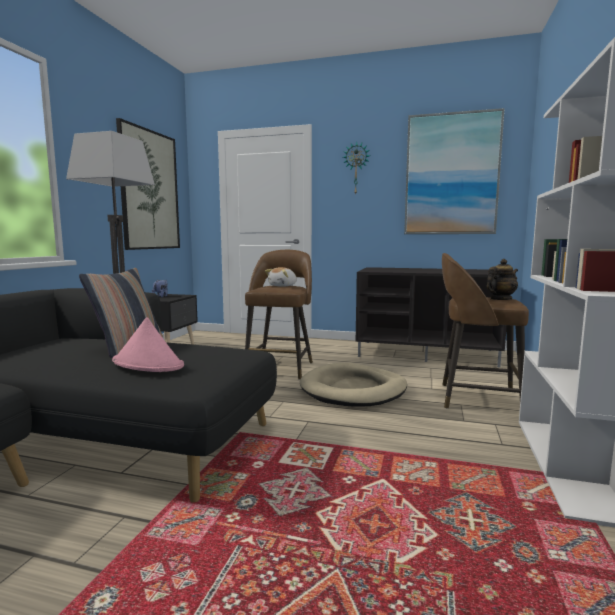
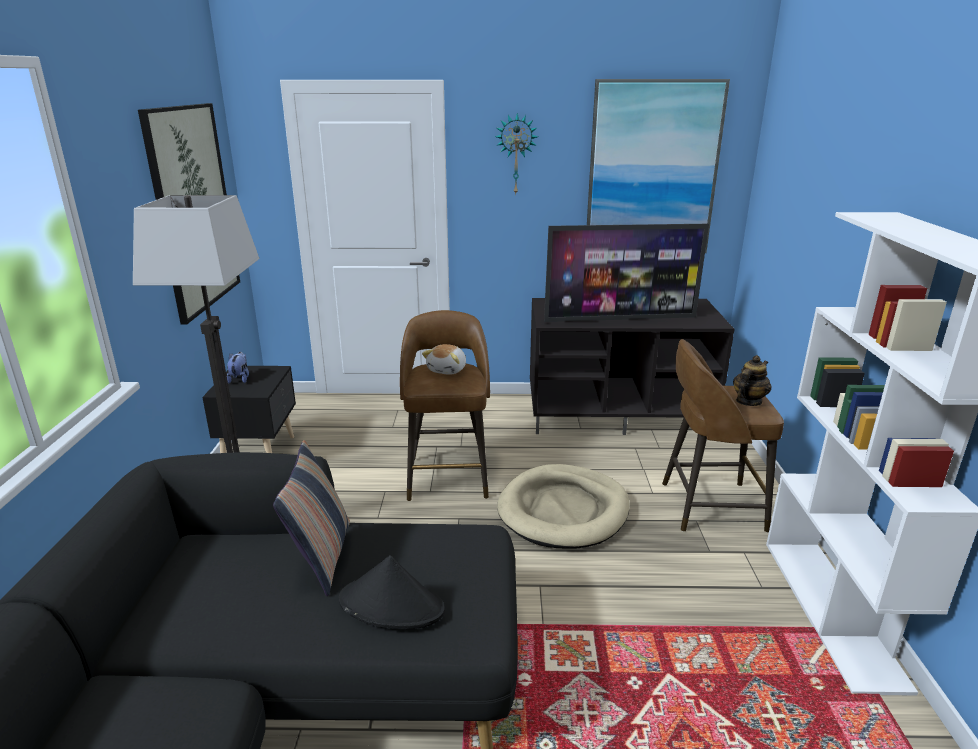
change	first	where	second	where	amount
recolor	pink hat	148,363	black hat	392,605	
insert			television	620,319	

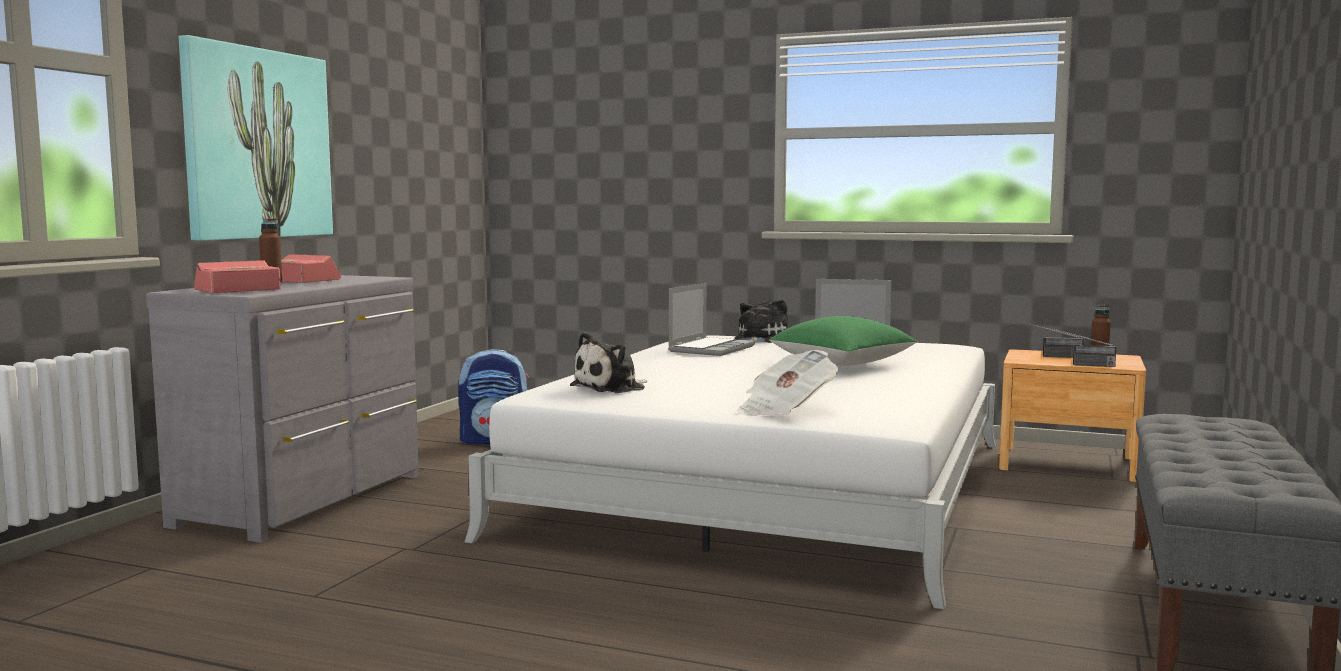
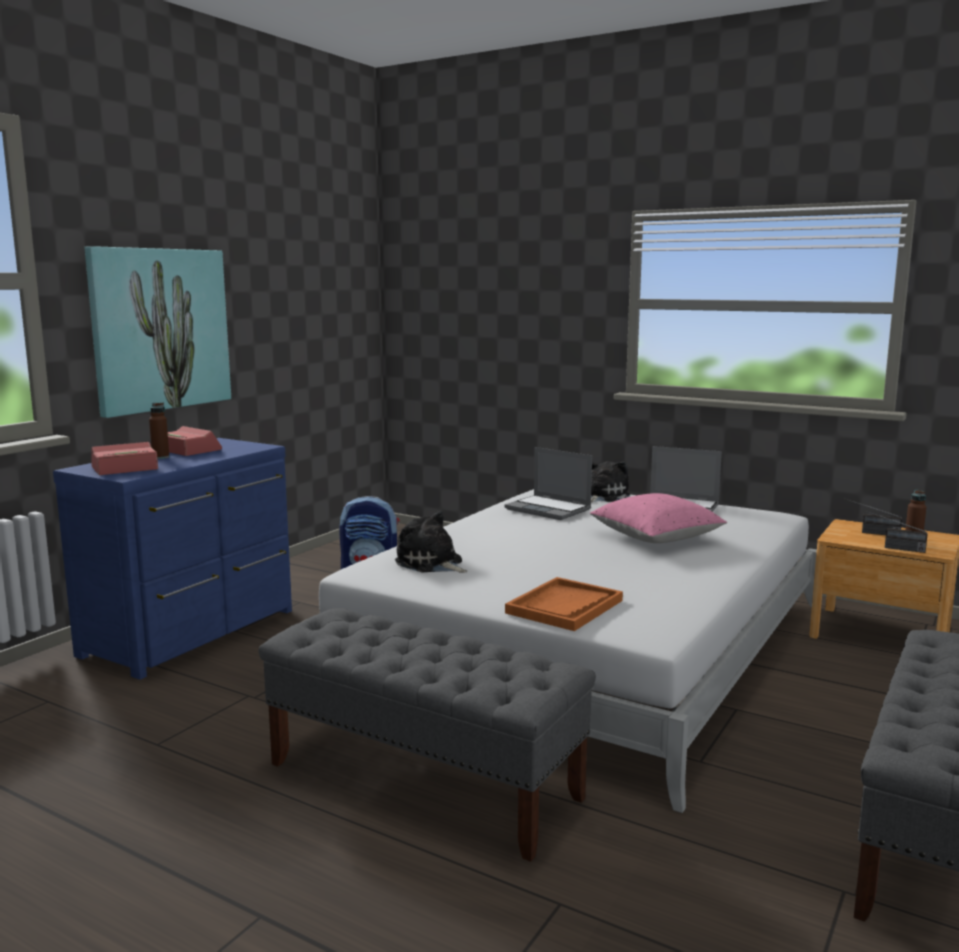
change	first	where	second	where	amount
recolor	grey dresser	308,499	blue dresser	195,633	
insert			grey bench	424,781	
rotate	plush toy	612,388		431,564	75 degrees clockwise
rotate	laptop	711,349		549,509	90 degrees clockwise
replace	newspaper	784,410	orange tray	564,607	
recolor	green pillow	842,364	pink pillow	656,538	

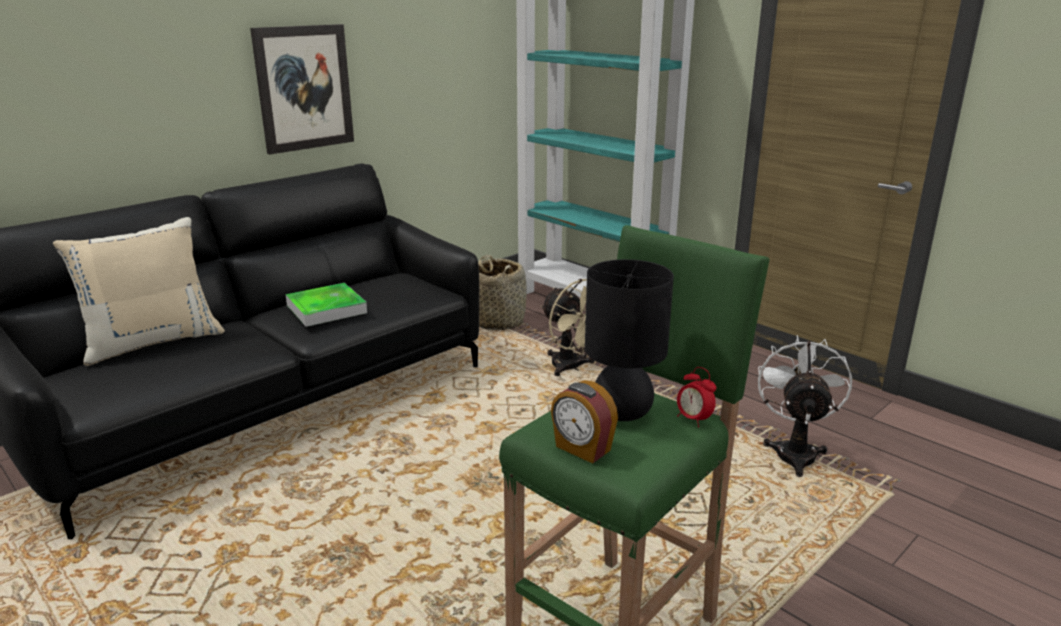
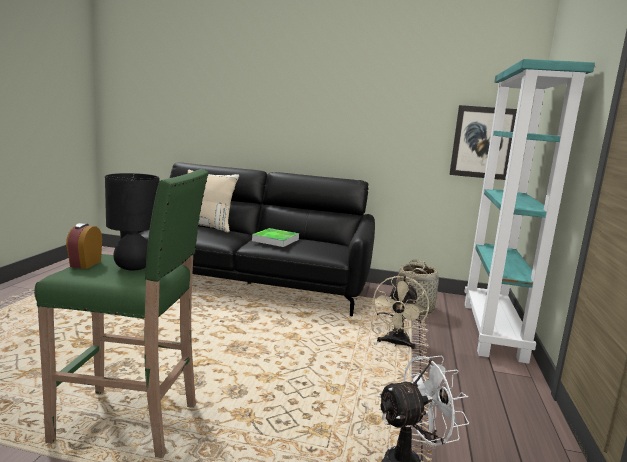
change	first	where	second	where	amount
move	picture	304,88		483,142	
delete	alarm clock	693,419			

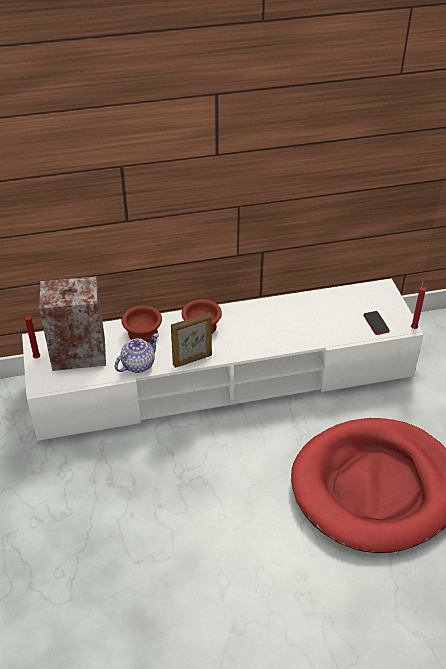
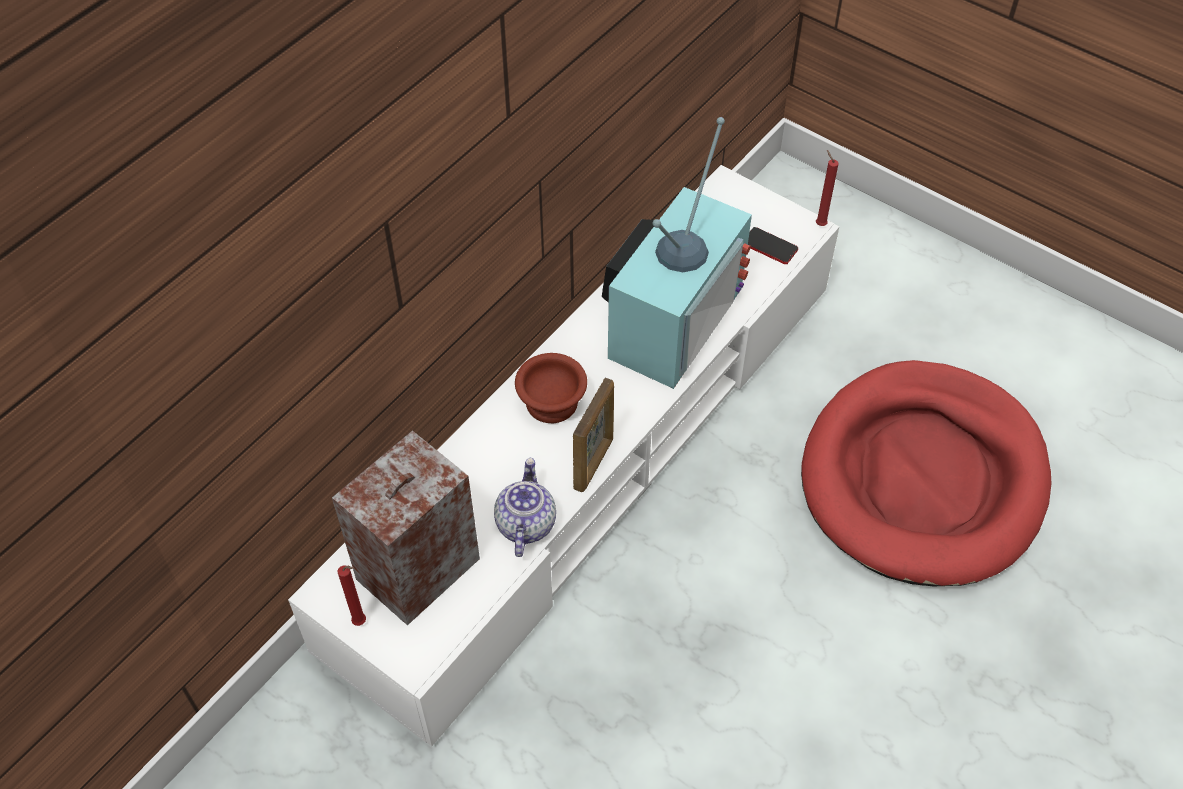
change	first	where	second	where	amount
insert			television	669,318	
delete	brown bowl	141,334			

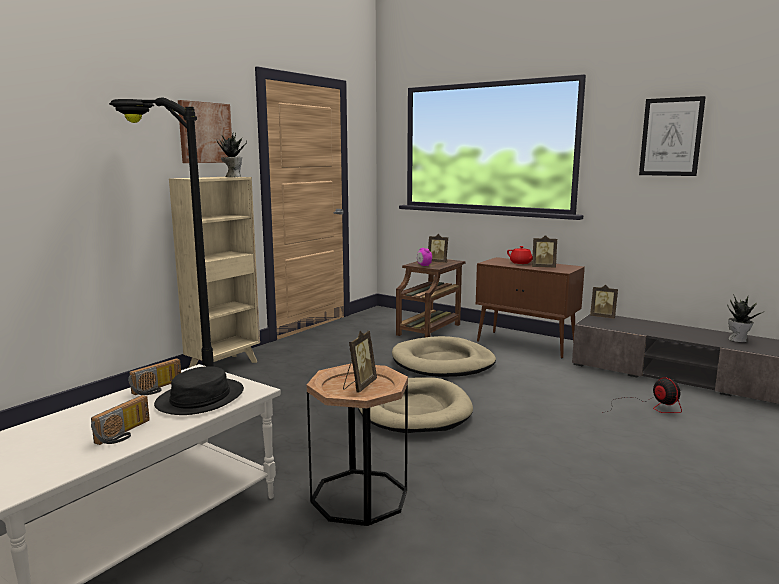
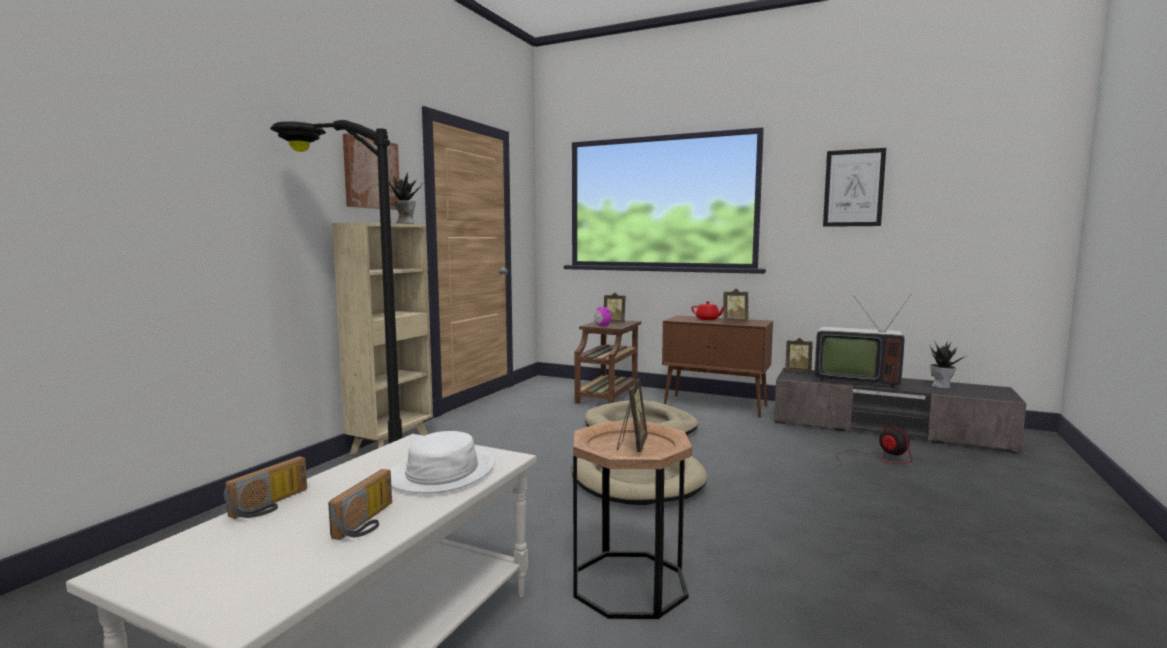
change	first	where	second	where	amount
move	radio	158,388		271,505	
recolor	black hat	200,398	white hat	442,472	
insert			television	855,381	

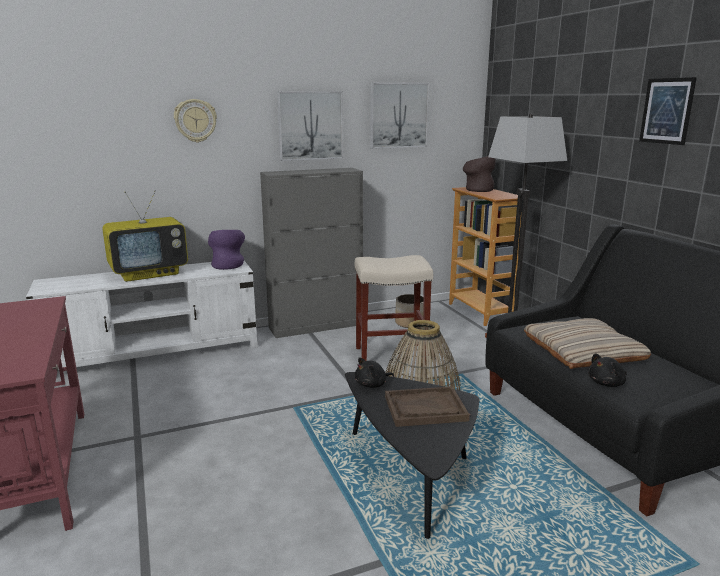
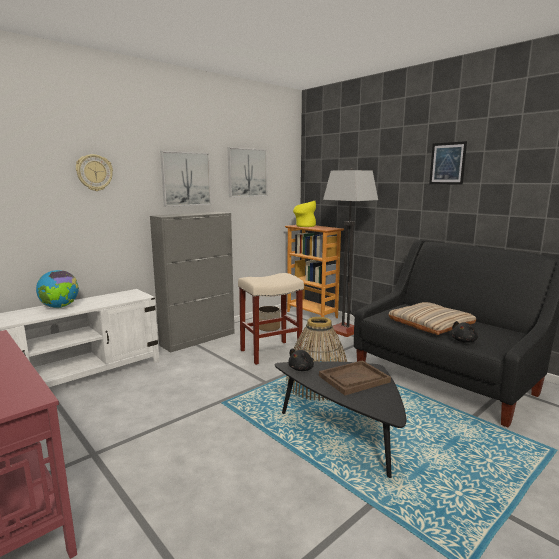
change	first	where	second	where	amount
replace	television	149,273	globe	60,307	
recolor	brown vase	477,190	yellow vase	304,226	
delete	purple vase	227,265			

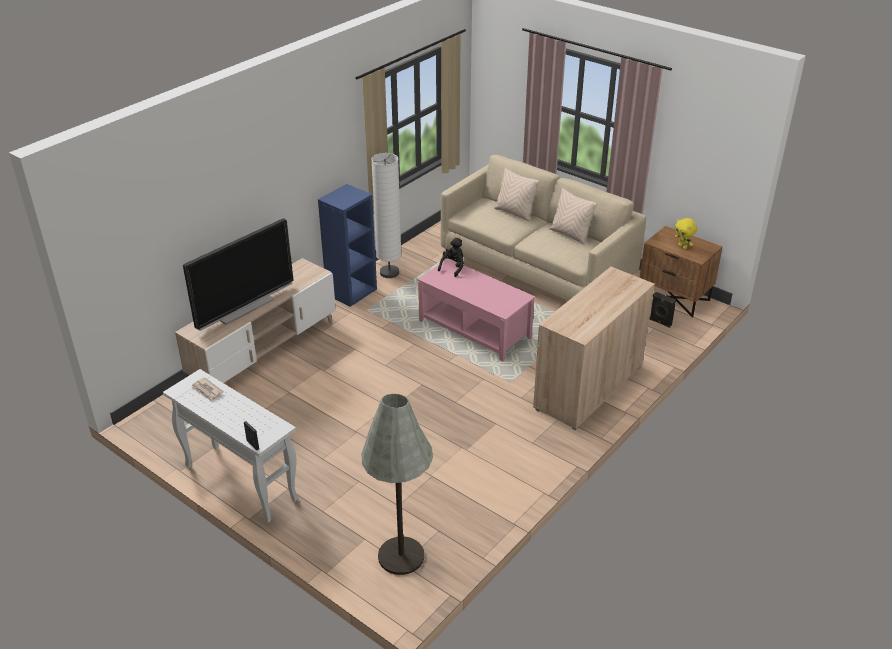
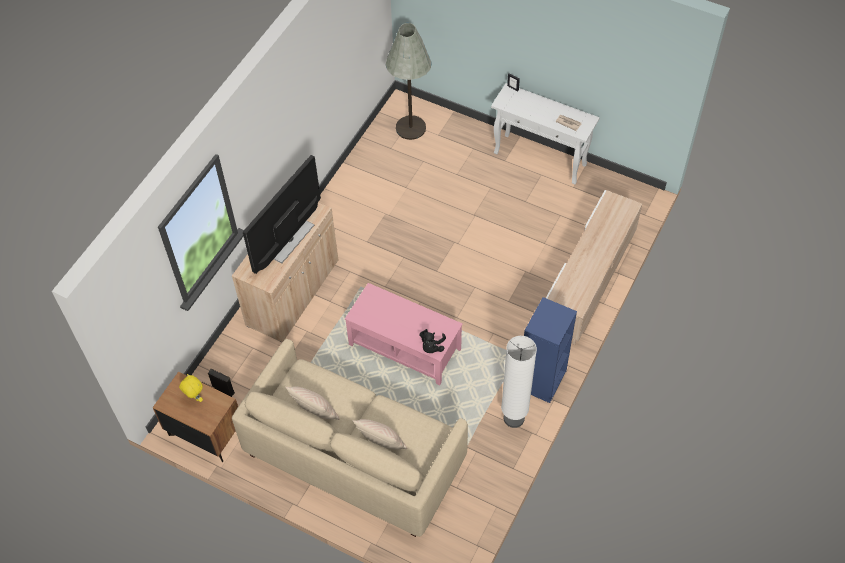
change	first	where	second	where	amount
move	television	244,308		290,240	

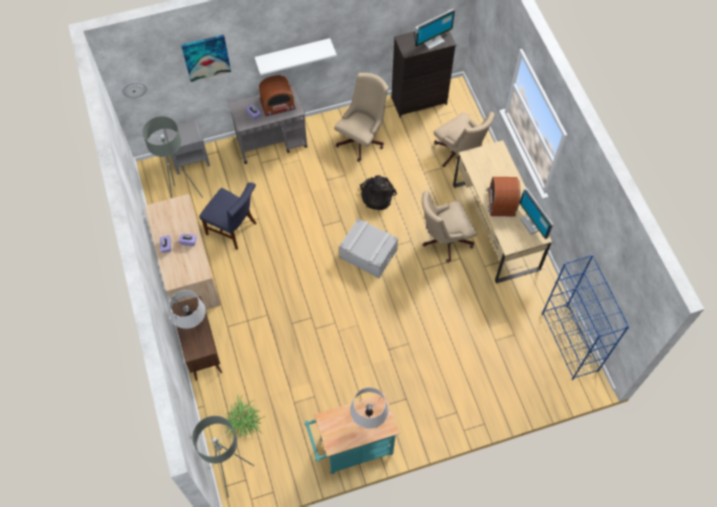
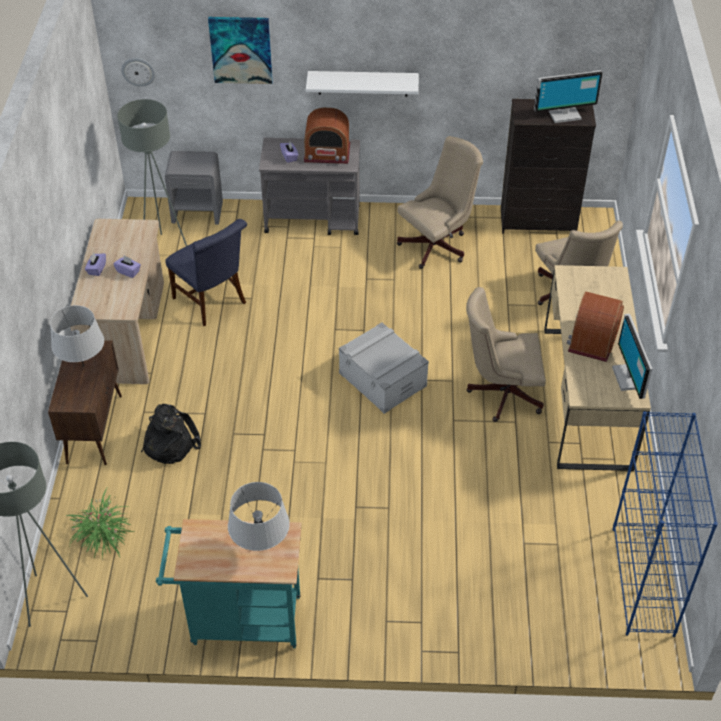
change	first	where	second	where	amount
move	black backpack	376,196		169,443	

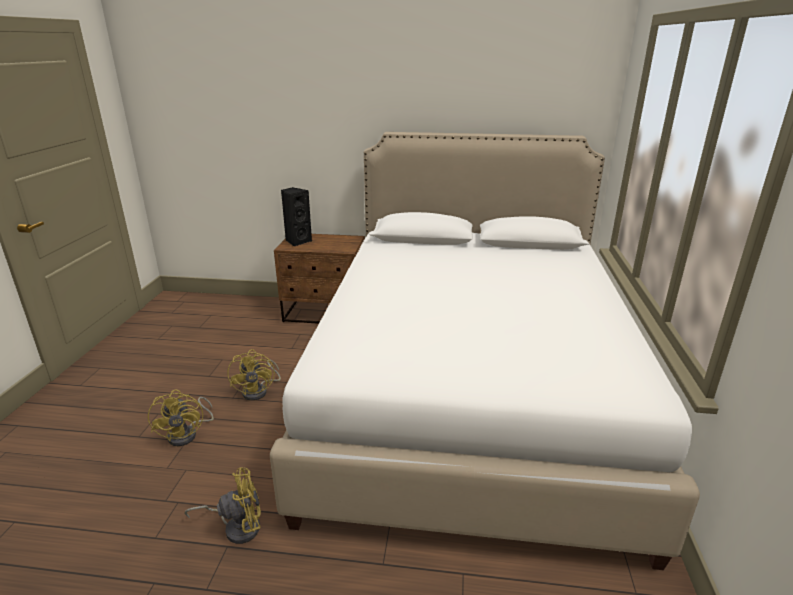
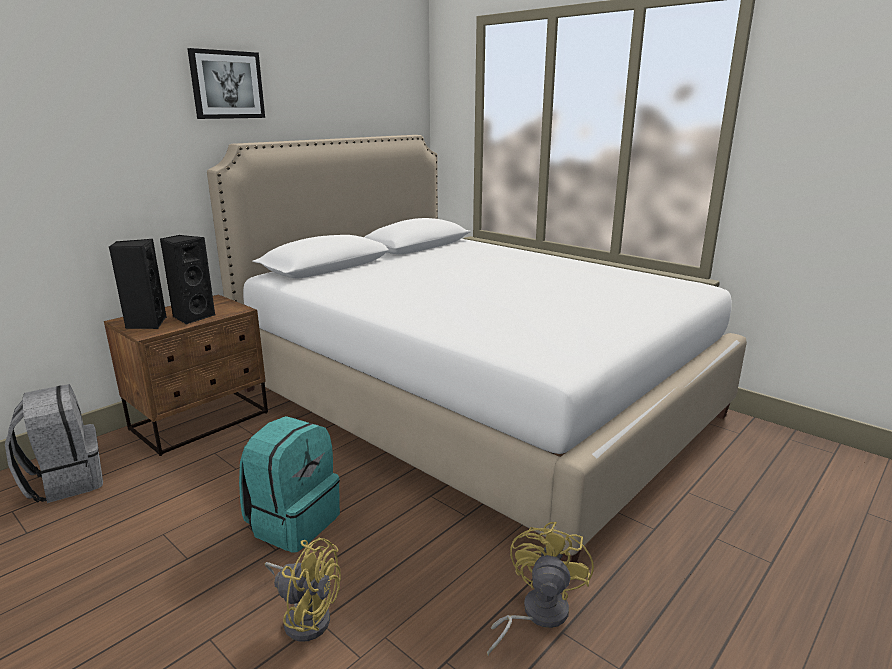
change	first	where	second	where	amount
insert			grey backpack	65,482	
insert			black speaker	192,317	
insert			picture	227,85	
replace	yellow fan	259,391	turquoise backpack	293,522	

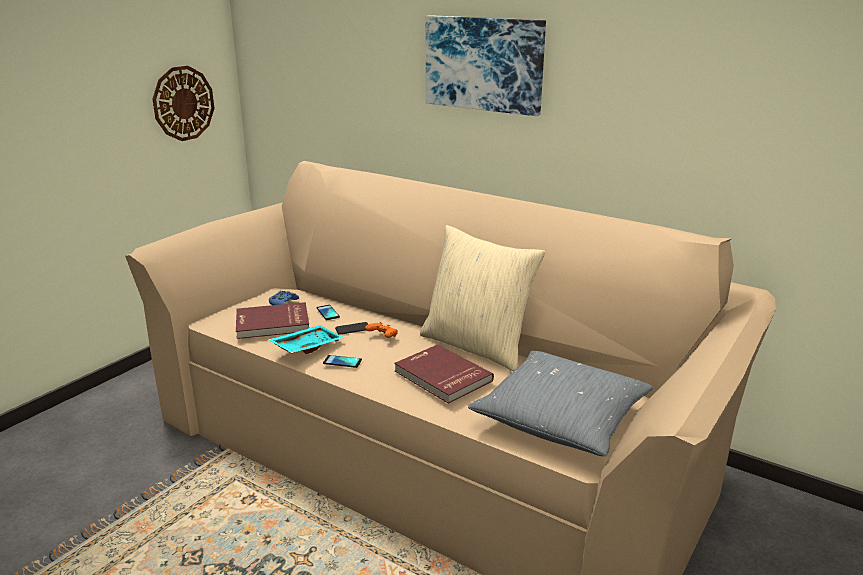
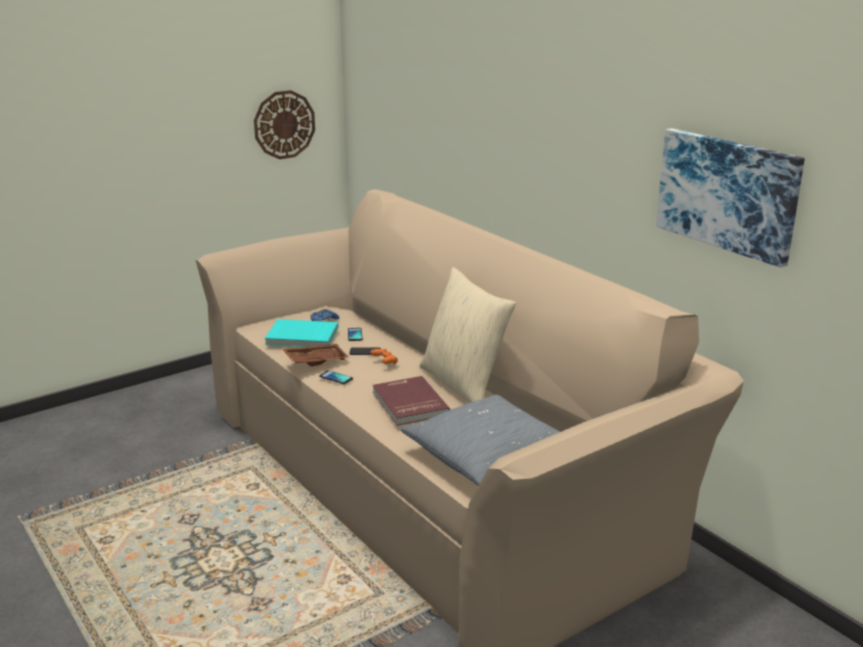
change	first	where	second	where	amount
recolor	red book	272,324	turquoise book	302,337	
recolor	turquoise tray	306,347	brown tray	315,360	
move	picture	484,64		728,194	

